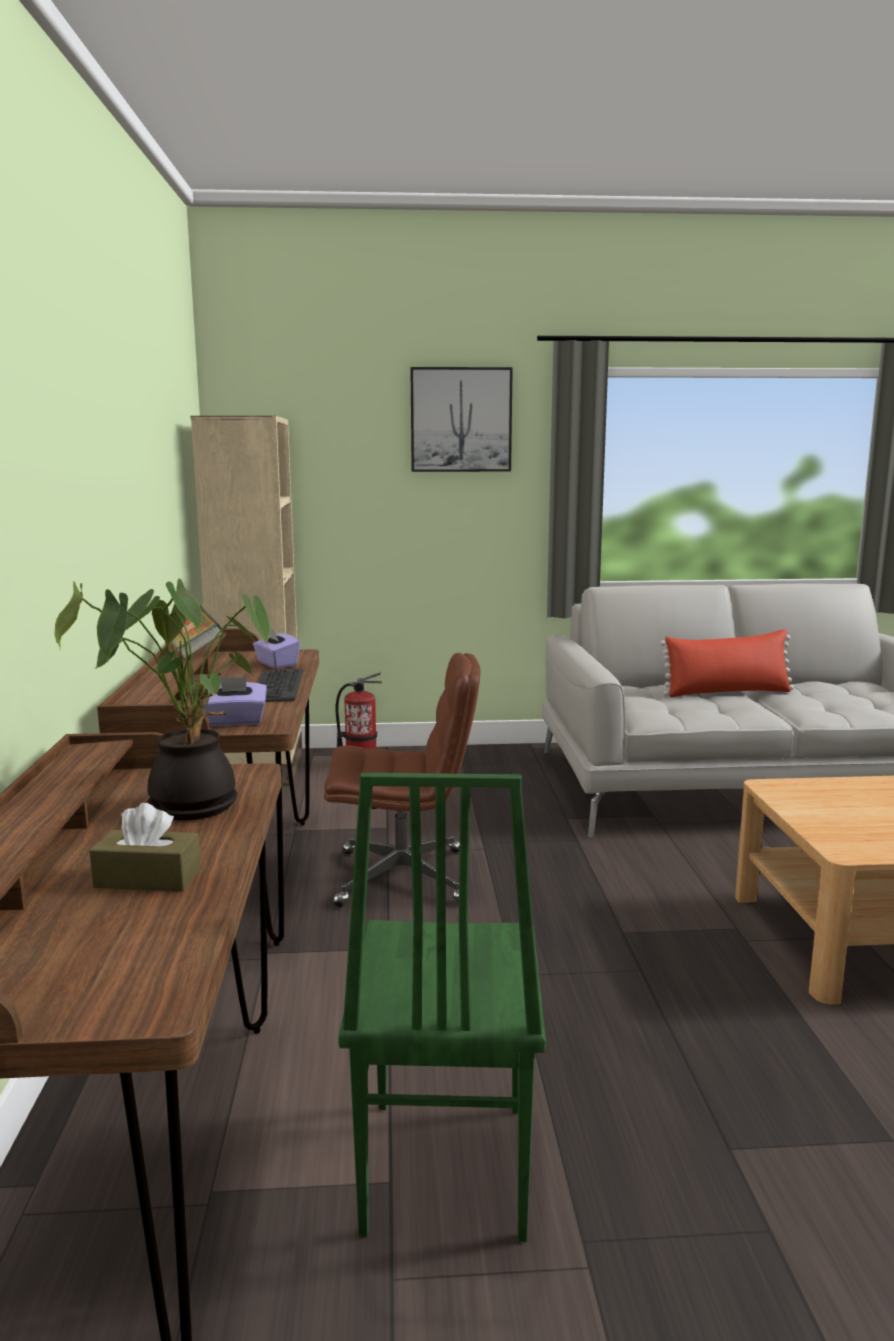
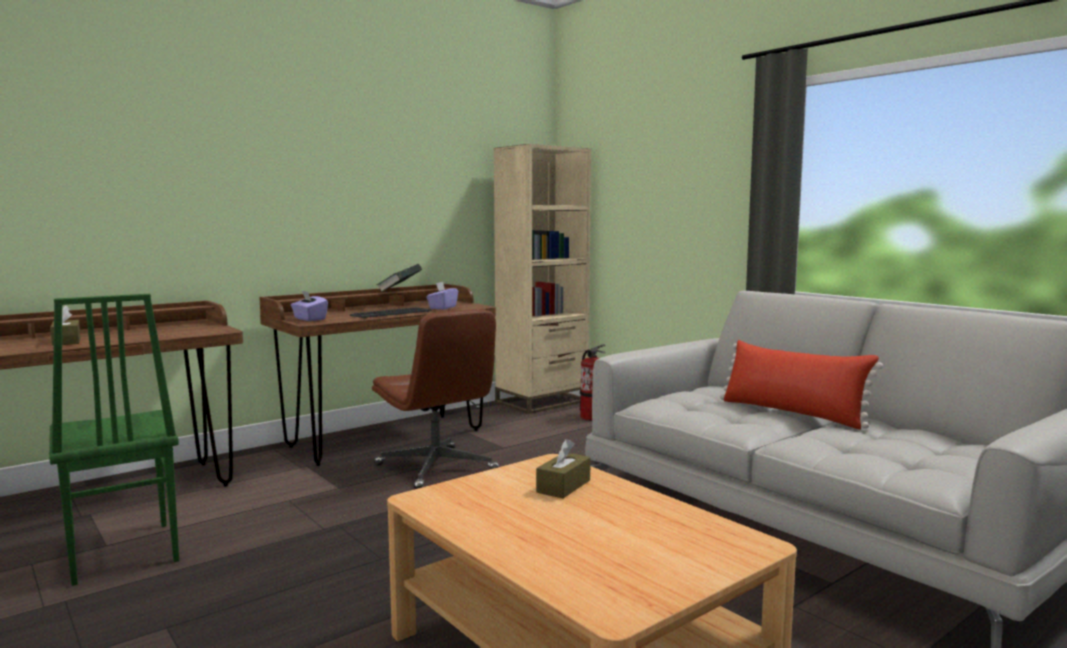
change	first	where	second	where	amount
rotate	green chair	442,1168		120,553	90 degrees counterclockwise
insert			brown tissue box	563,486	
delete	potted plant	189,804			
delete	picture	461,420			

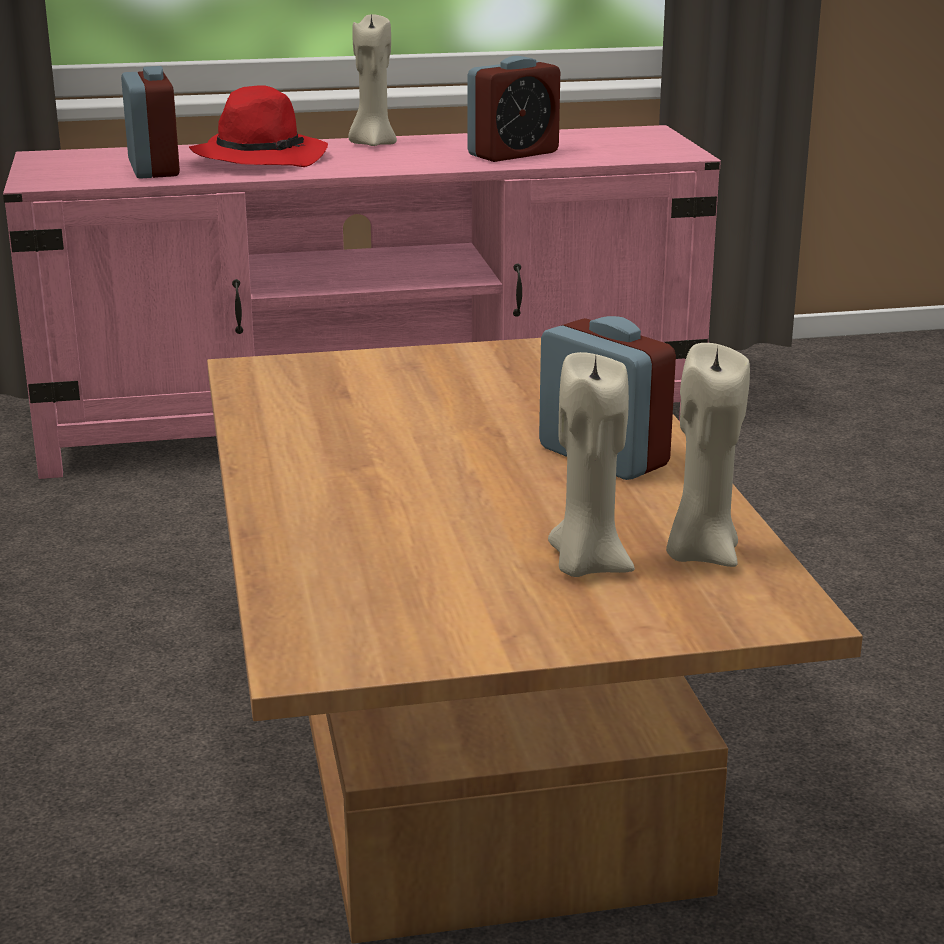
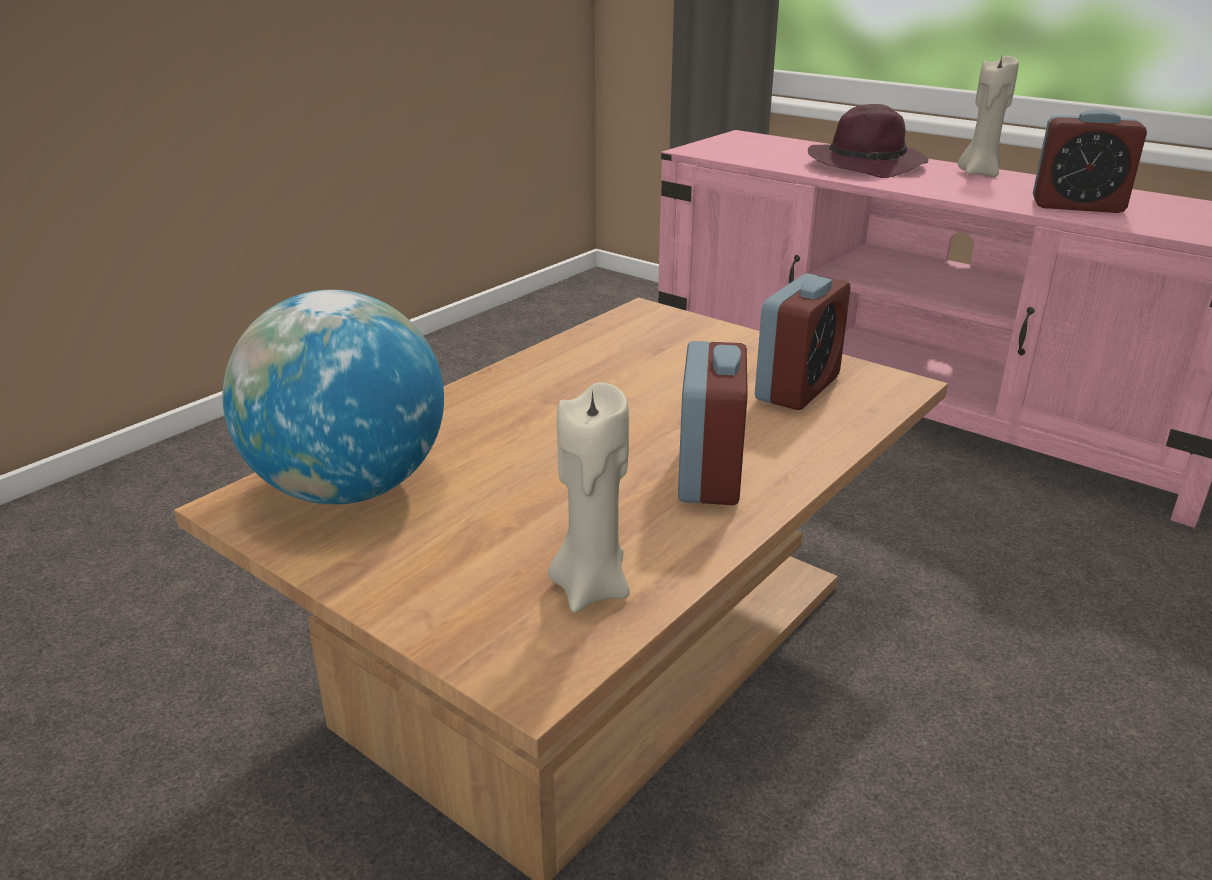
change	first	where	second	where	amount
insert			globe	349,489	
move	alarm clock	153,169		797,388	
recolor	red hat	259,158	purple hat	868,165	
delete	beige candle	586,565			

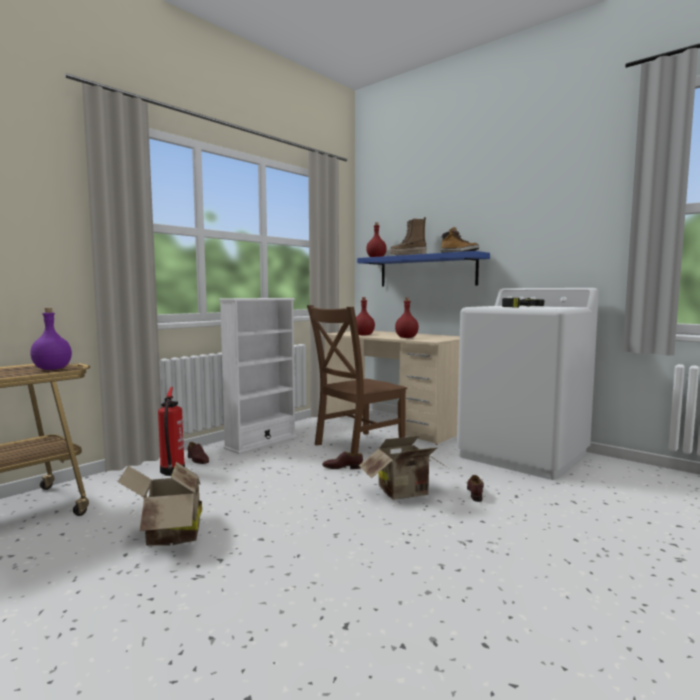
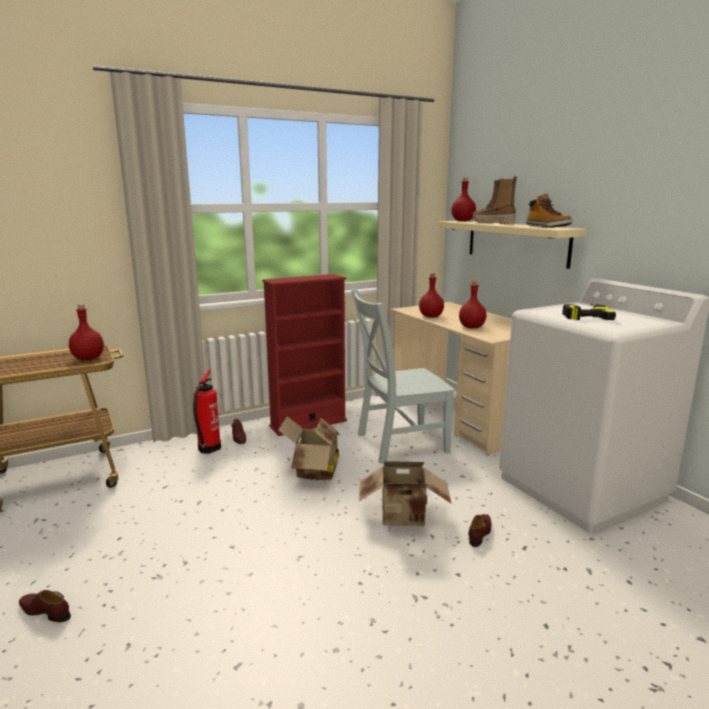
change	first	where	second	where	amount
move	brown shoe	342,467		45,611	
recolor	purple bottle	53,369	red bottle	89,358	
recolor	white bookcase	261,442	red bookcase	308,423	
move	cardboard box	168,535		313,472	
recolor	brown chair	356,446	grey chair	398,443	
recolor	blue shelf	427,271	beige shelf	516,242	

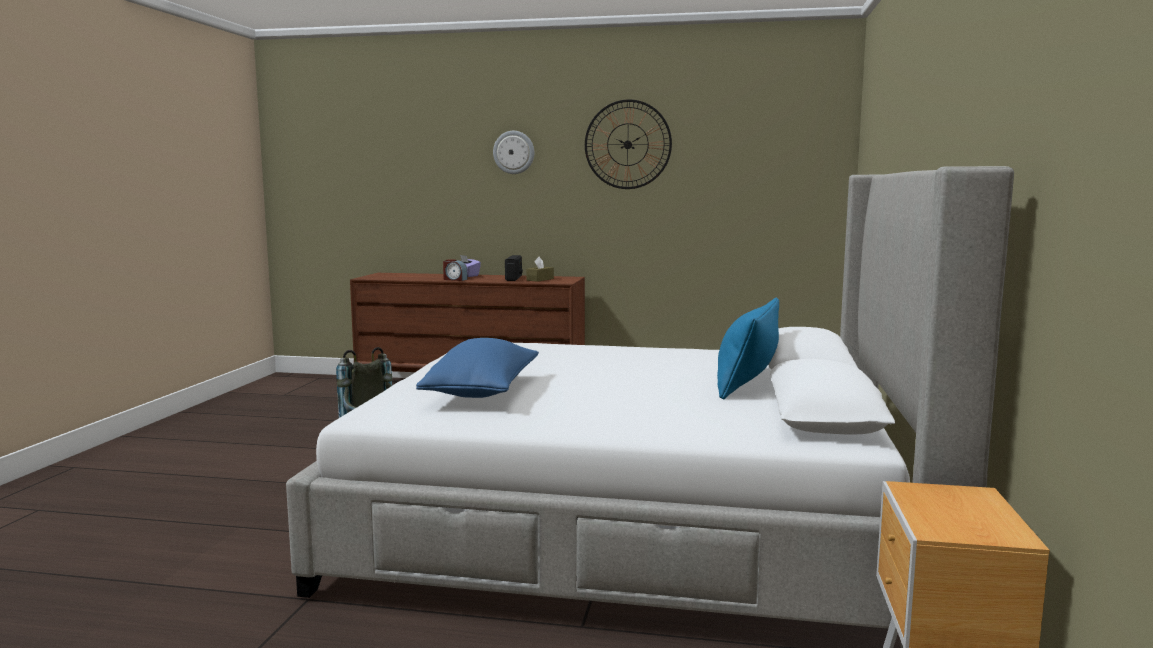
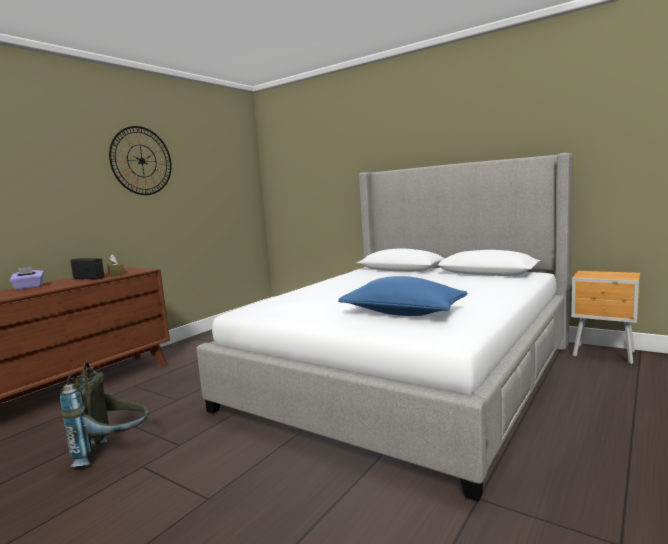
change	first	where	second	where	amount
delete	alarm clock	455,279			
delete	wall clock	514,152			
delete	blue pillow	747,382			

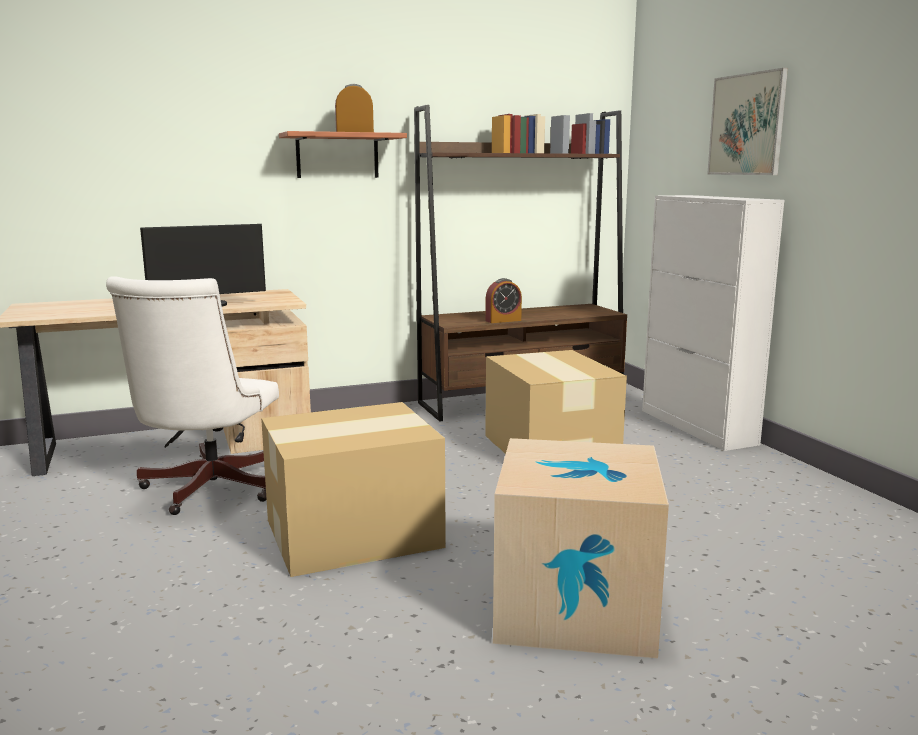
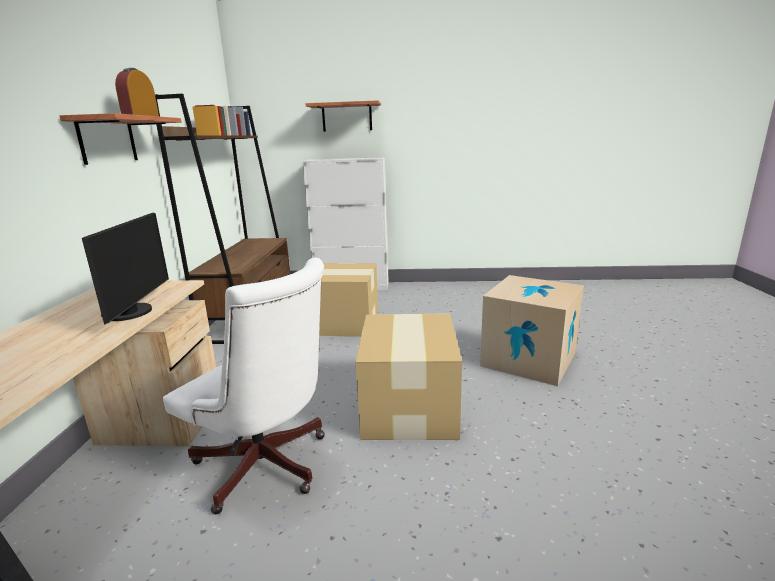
change	first	where	second	where	amount
replace	picture	747,124	shelf	347,117	
delete	alarm clock	503,320			

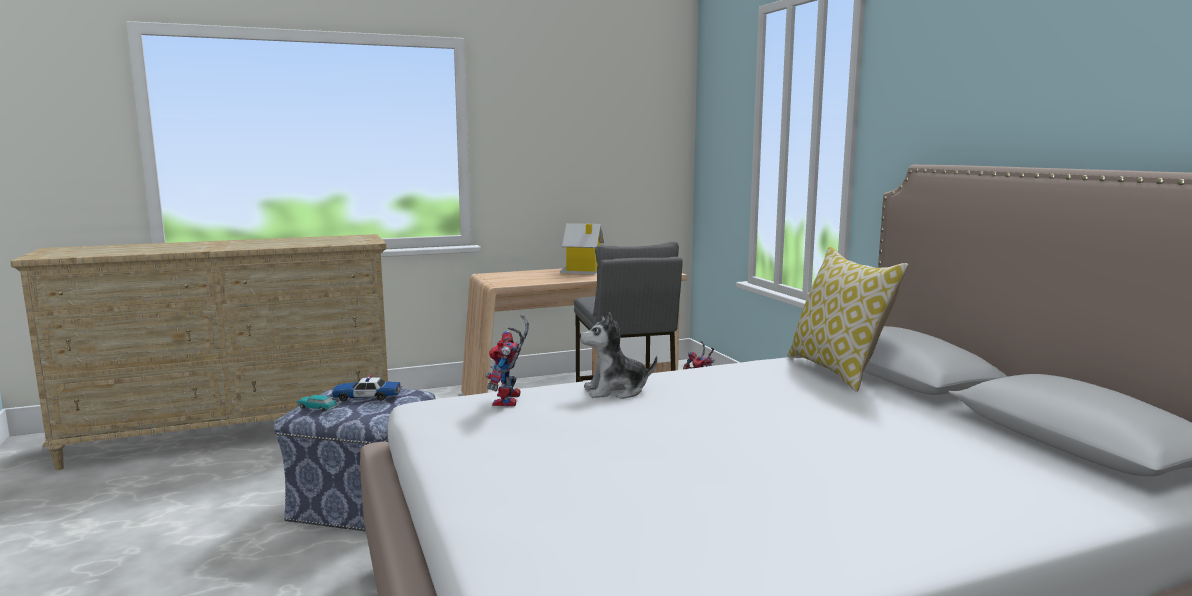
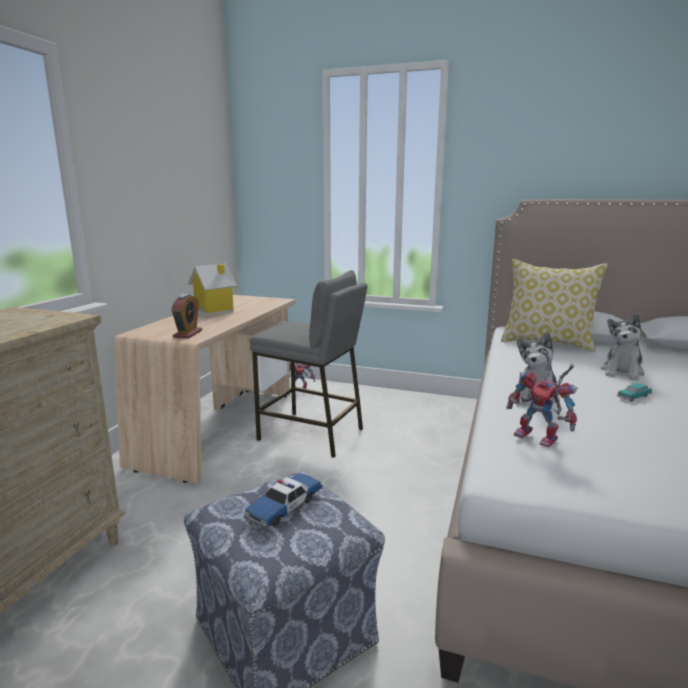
change	first	where	second	where	amount
insert			alarm clock	188,334	
insert			plush toy	622,372	
move	toy car	317,408		633,397	

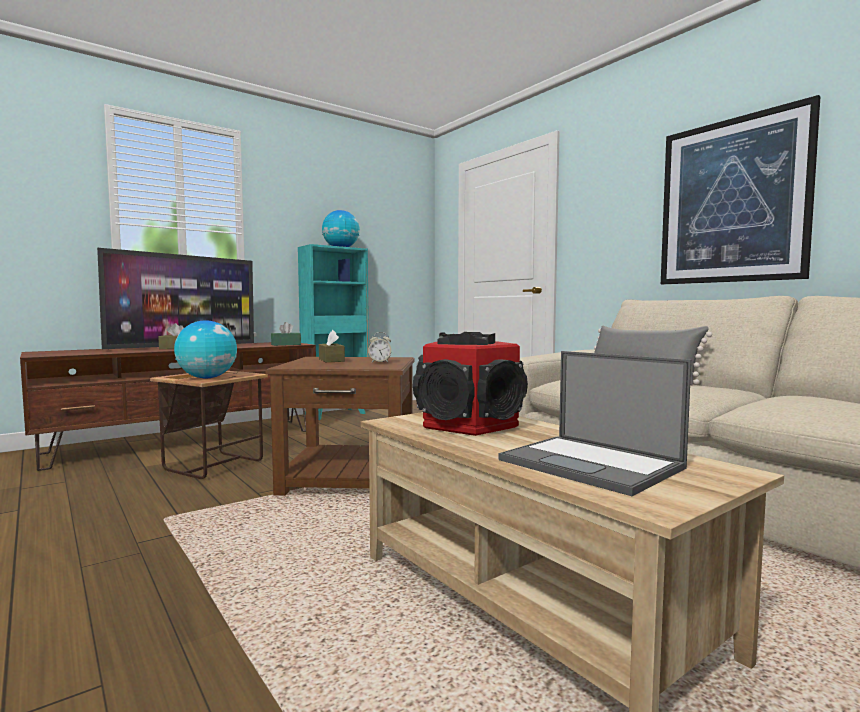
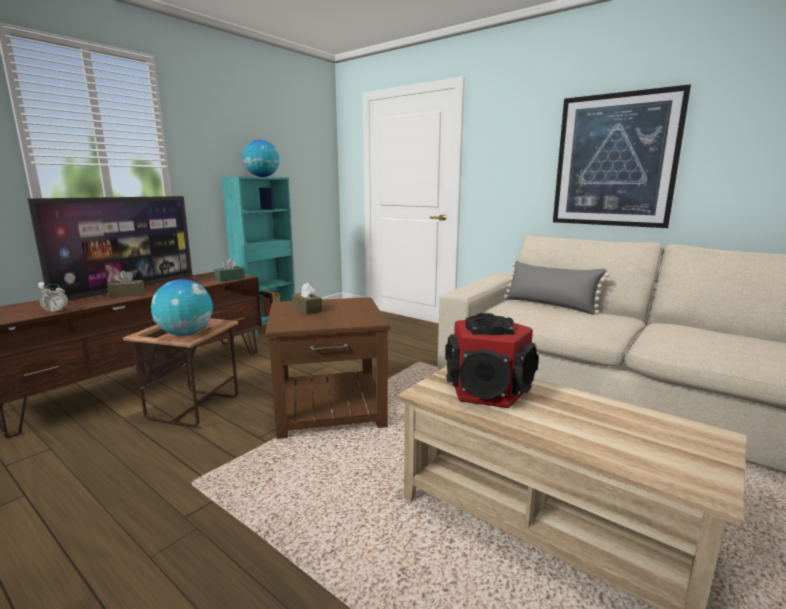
change	first	where	second	where	amount
move	alarm clock	380,362		56,311	
delete	laptop	592,464			

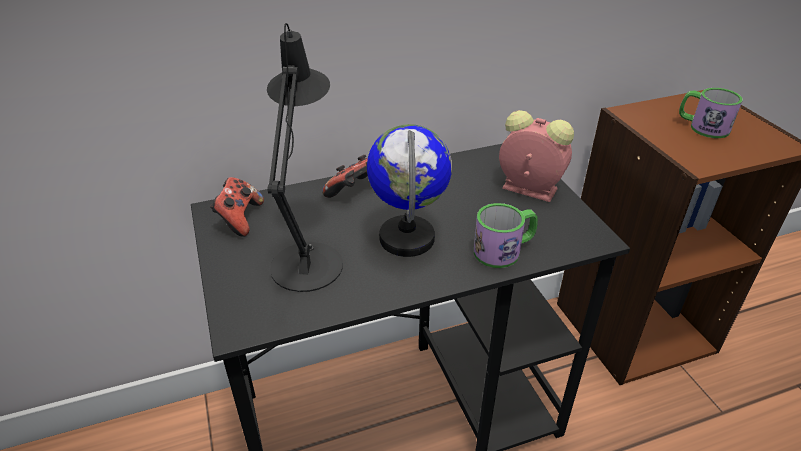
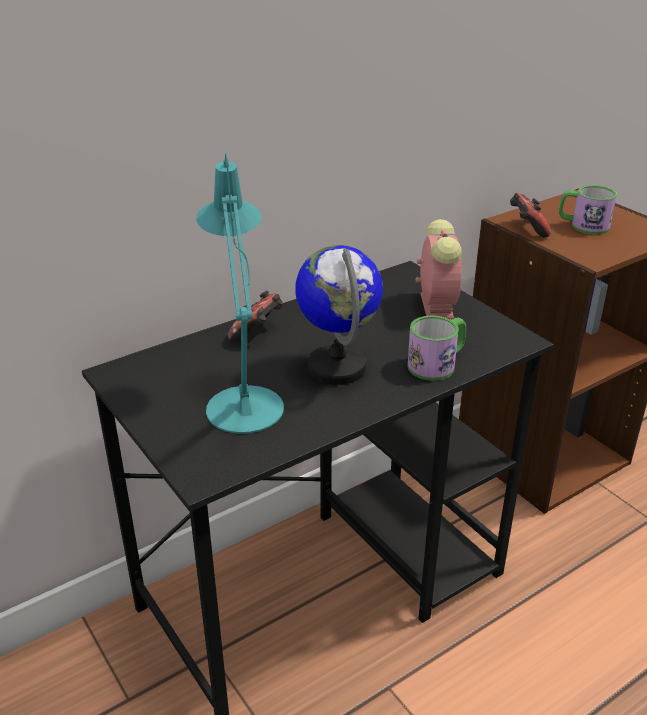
change	first	where	second	where	amount
recolor	black table lamp	309,258	turquoise table lamp	243,402	
rotate	alarm clock	527,188		435,305	75 degrees clockwise
move	game controller	239,219		527,228	

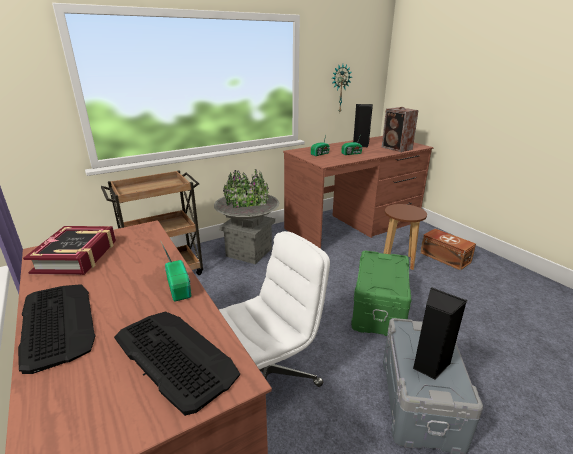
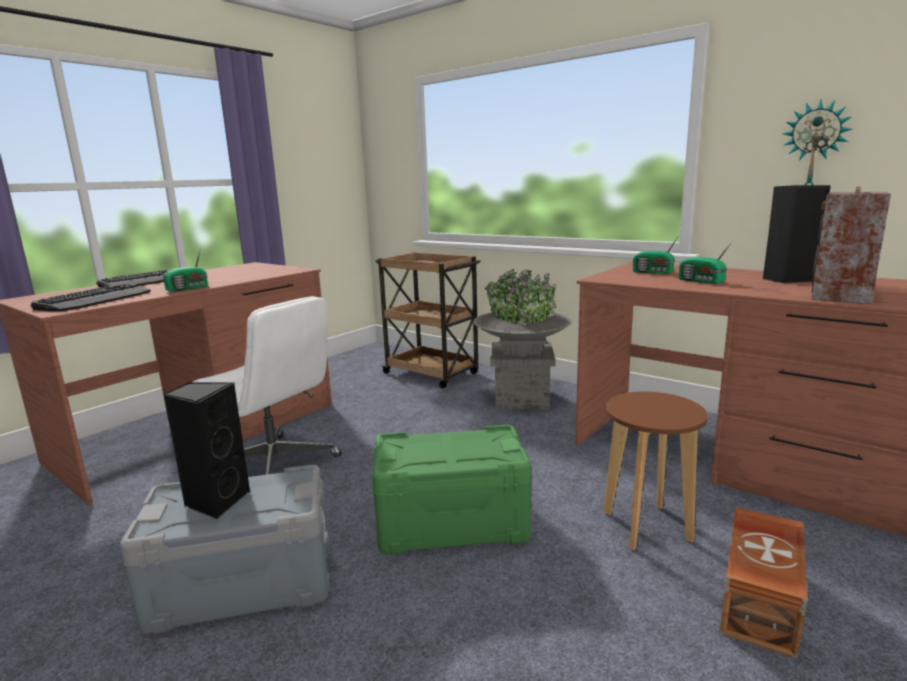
change	first	where	second	where	amount
delete	book	77,256			

